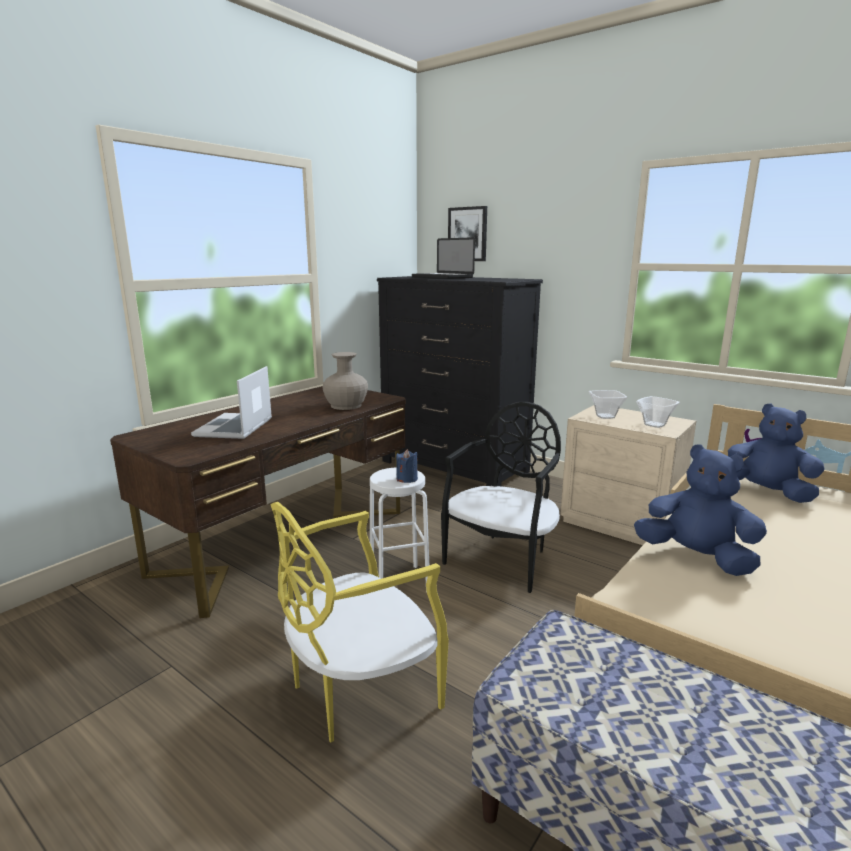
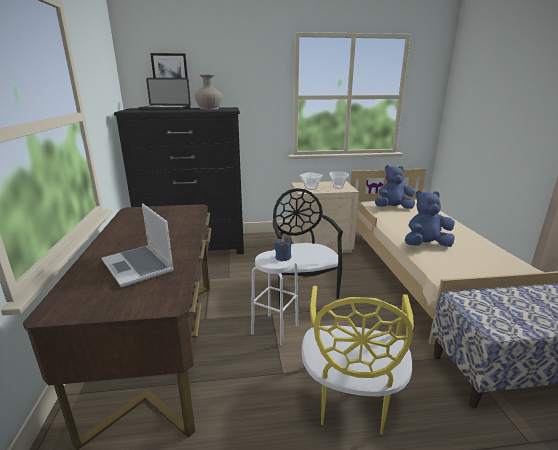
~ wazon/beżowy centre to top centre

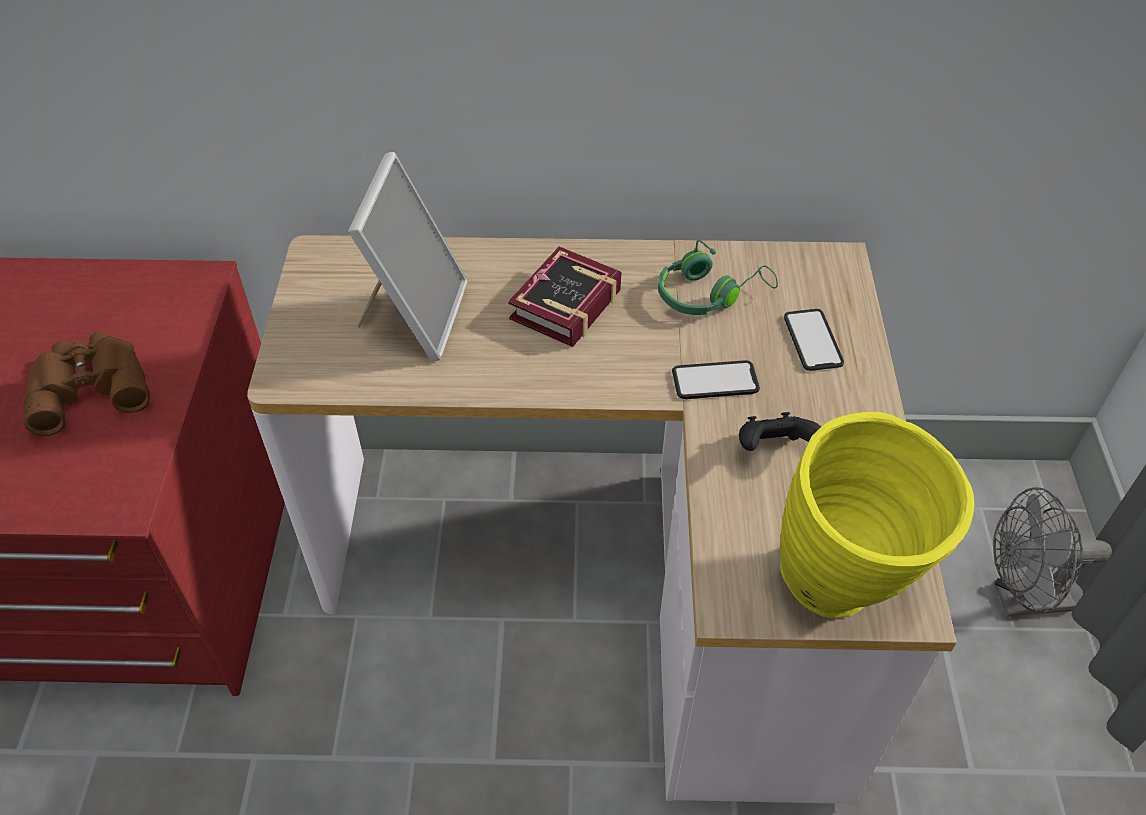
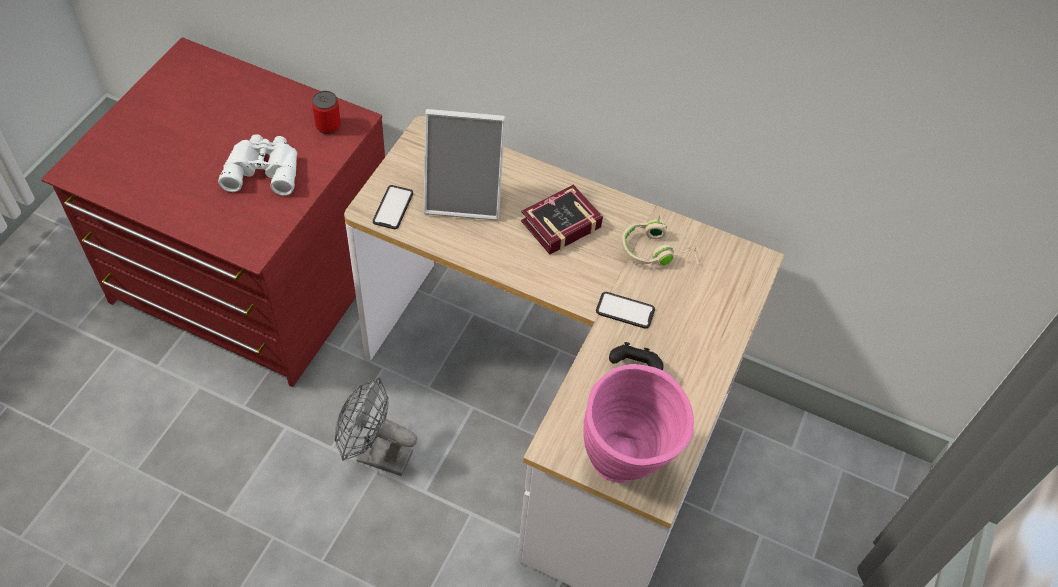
+ puszka top left
~ telefon (2nd from left in the first image) middle right to telefon (1st from left) centre
~ wentylator/szary bottom right to bottom centre
~ lornetka/brązowy middle left to lornetka/biały top left
~ słuchawki/zielony centre to słuchawki/beżowy centre
~ wazon/żółty middle right to wazon/różowy bottom centre
~ ramka na zdjęcie top centre = top centre 60 degrees clockwise

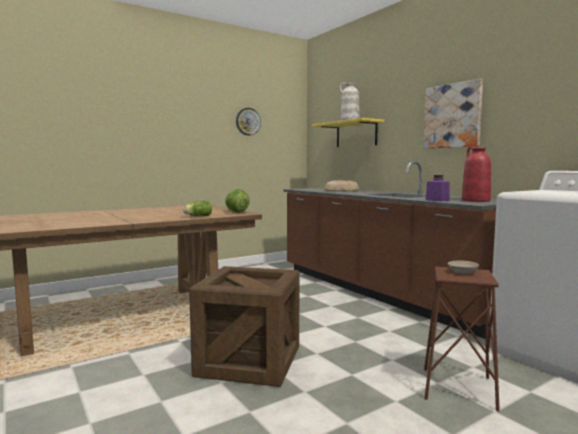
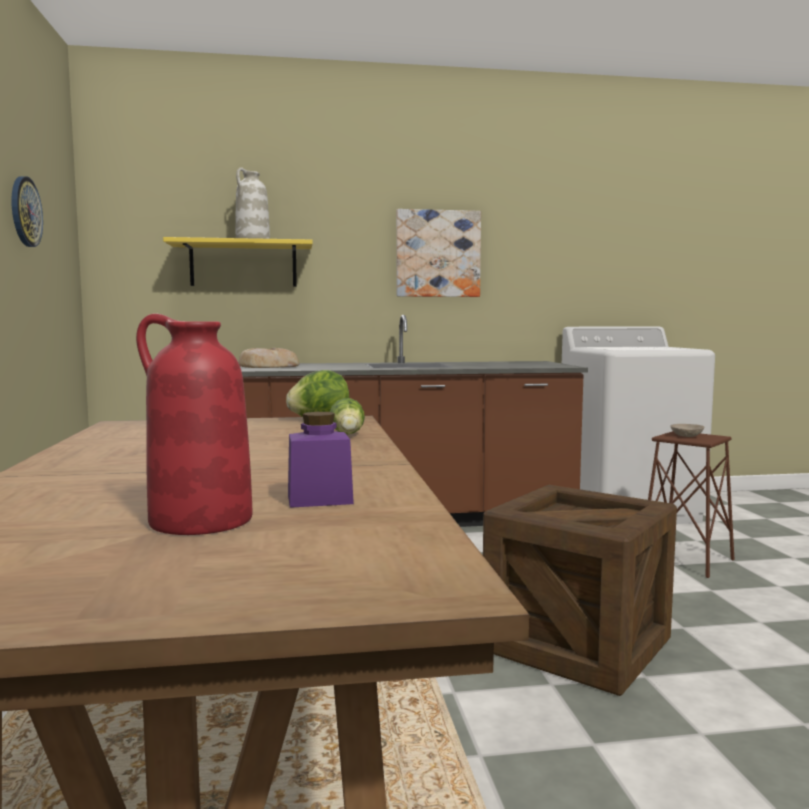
~ słoik/fioletowy middle right to centre
~ wazon/czerwony middle right to middle left

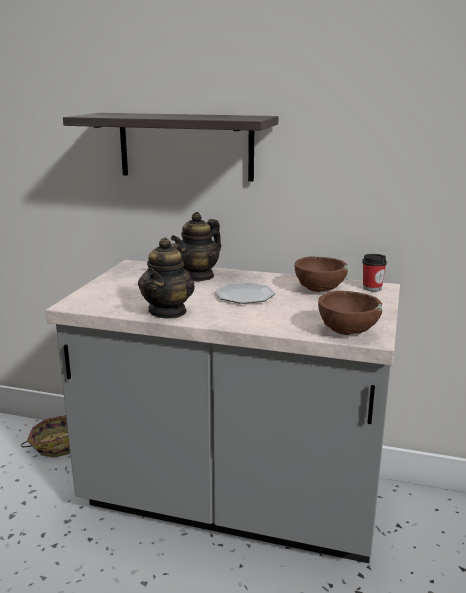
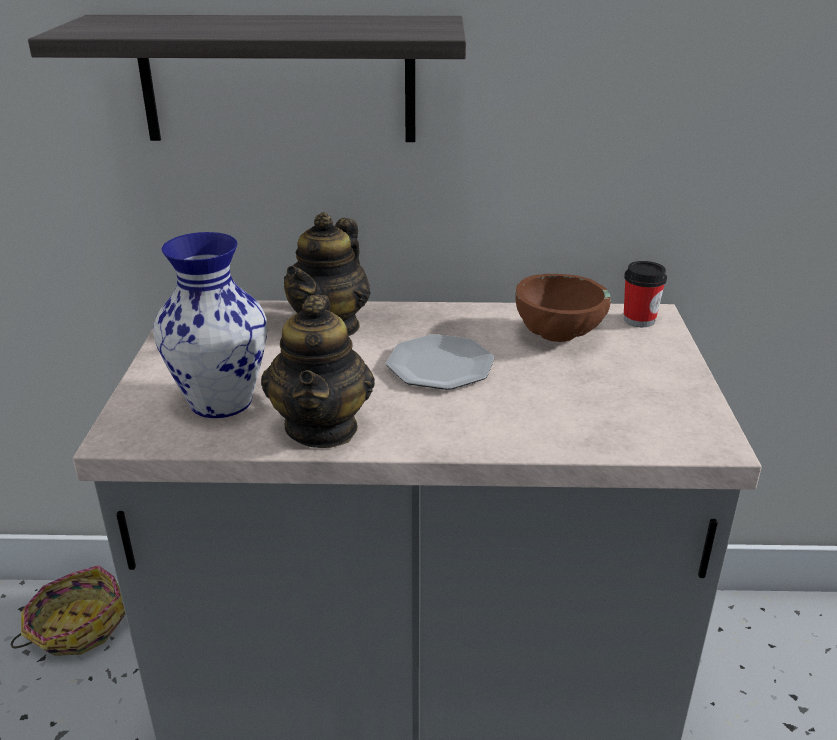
- miska/brązowy (2nd from left) middle right
+ wazon middle left

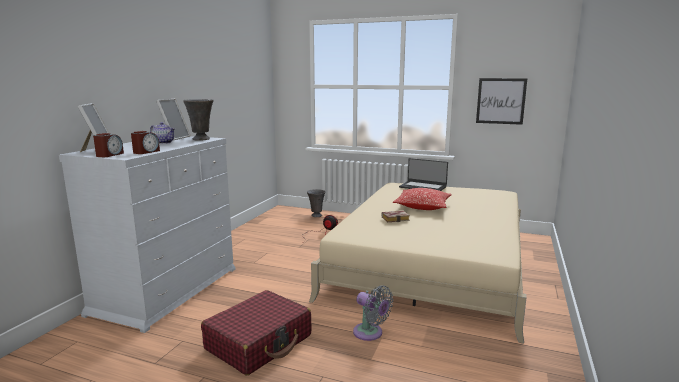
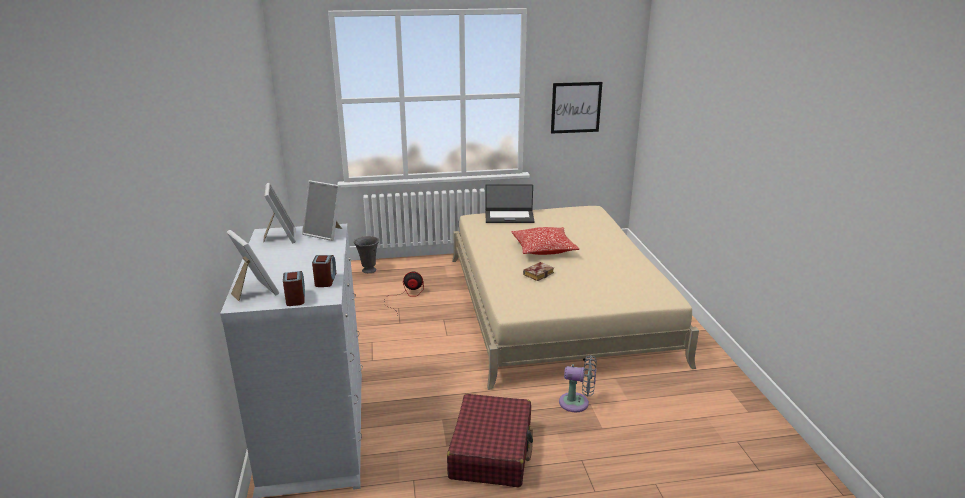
- imbryk middle left
~ wazon/szary (1st from left) top left to ramka na zdjęcie (3rd from left) centre

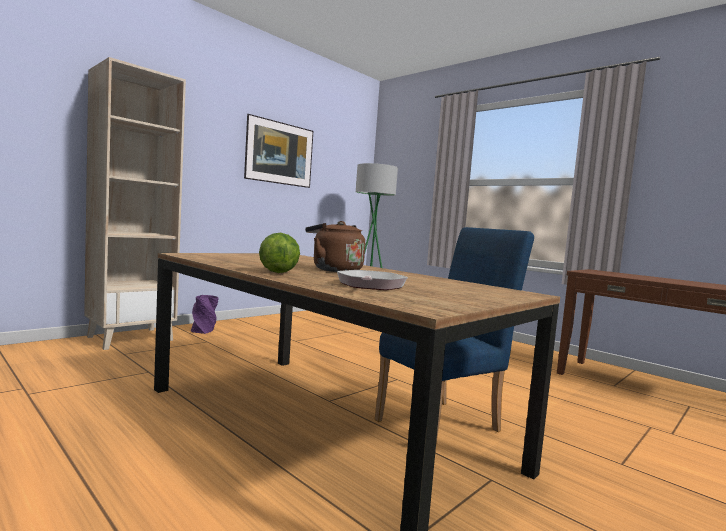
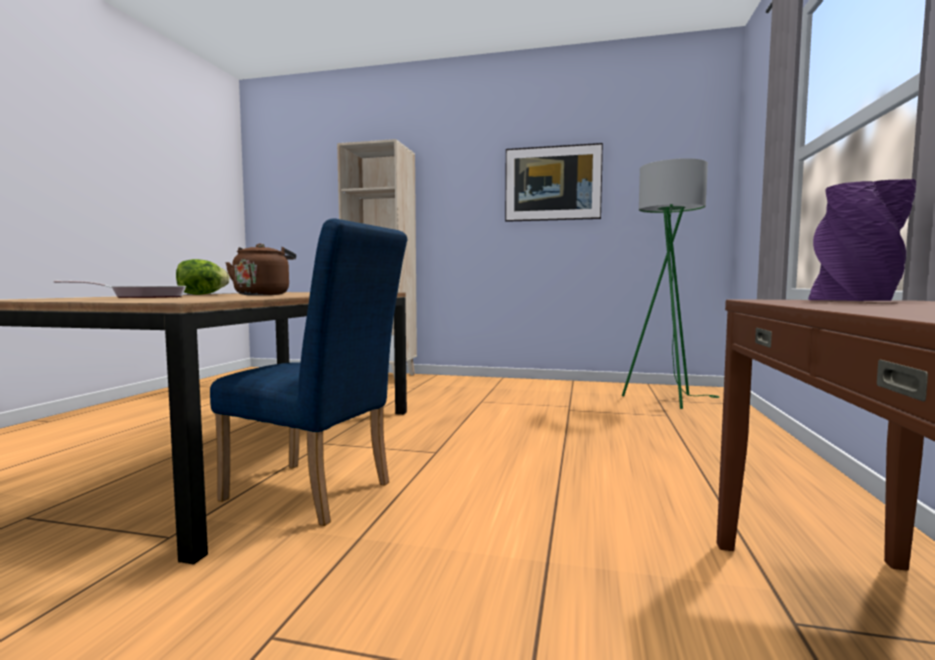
~ wazon/fioletowy middle left to middle right

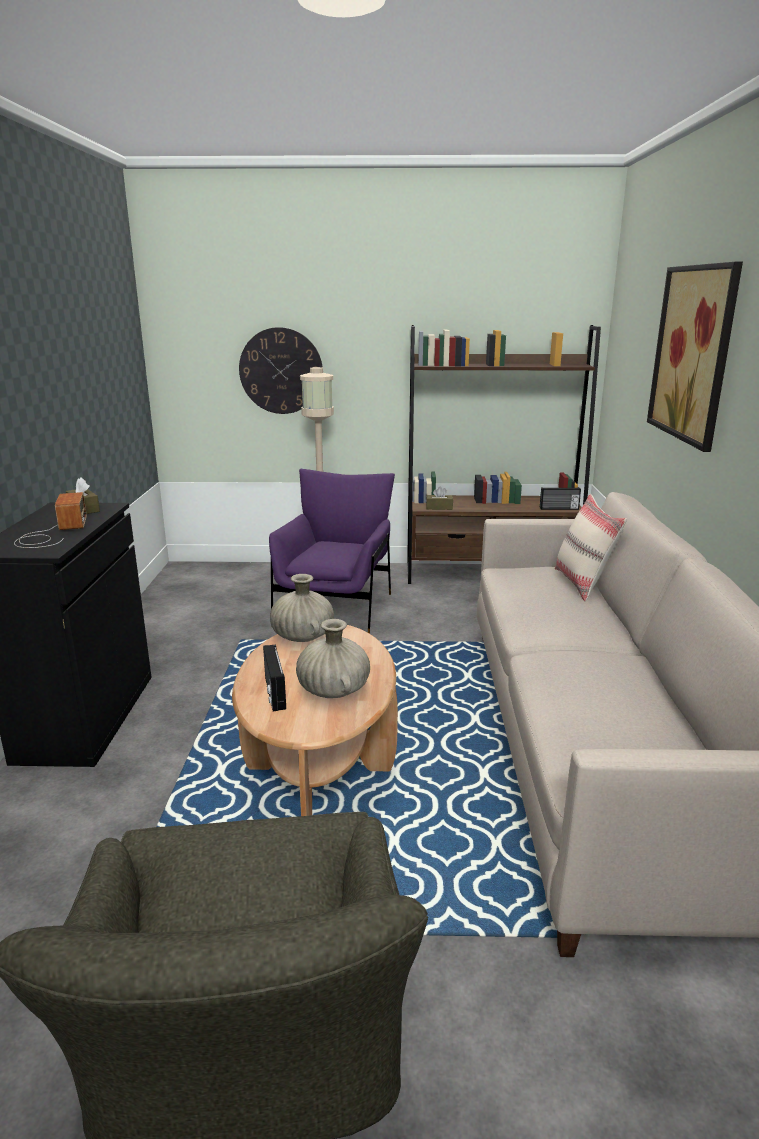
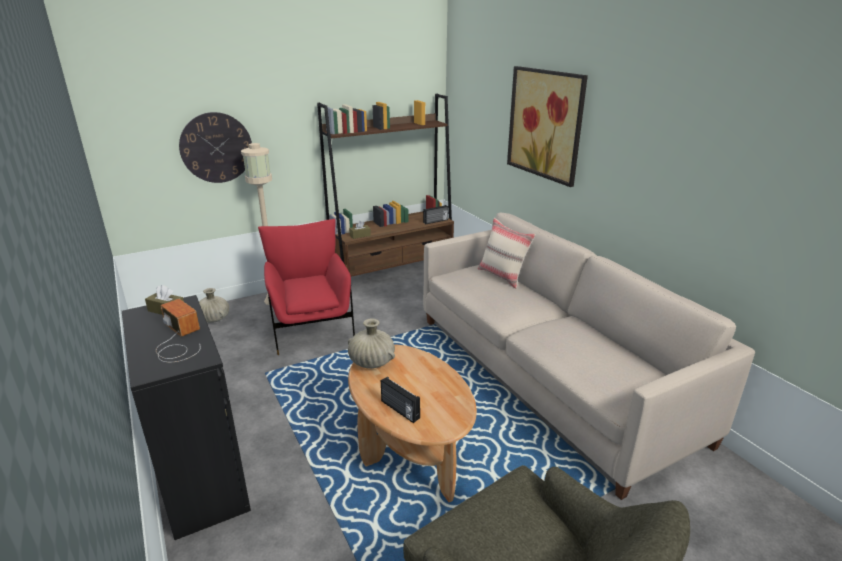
~ wazon/beżowy (2nd from left in the first image) centre to wazon/beżowy (1st from left) middle left
~ fotel/fioletowy centre to fotel/czerwony centre

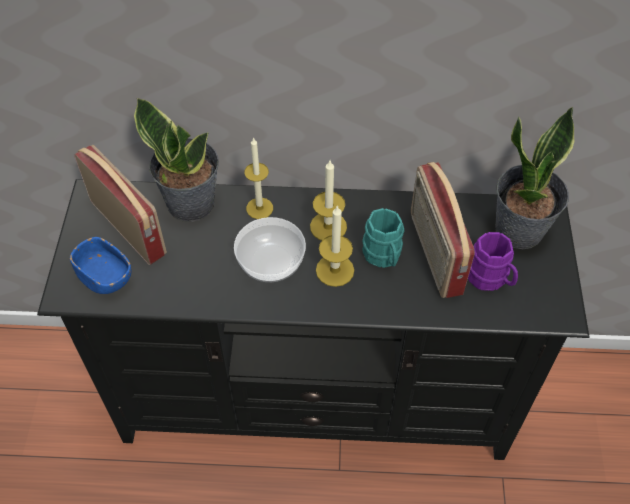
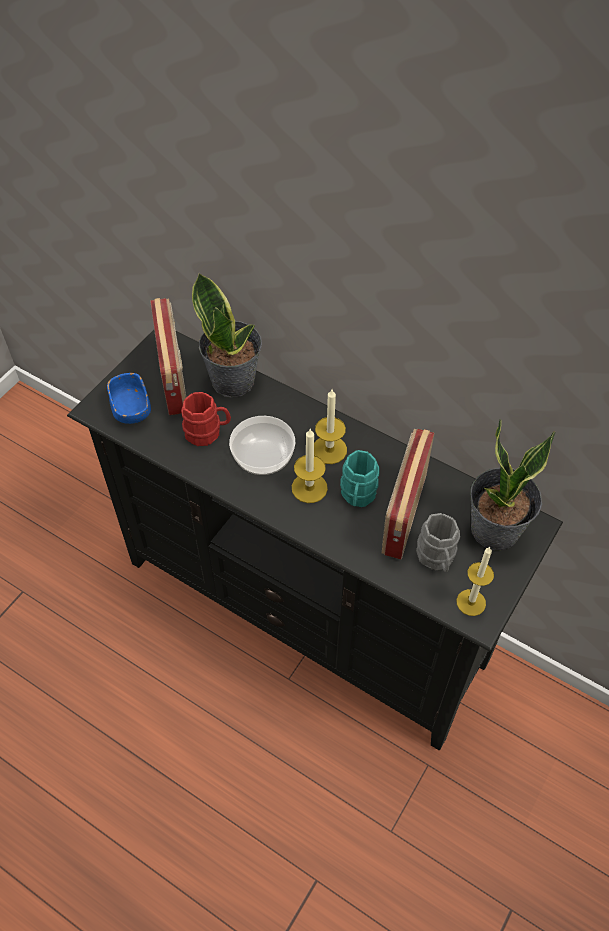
+ kubek/czerwony centre
~ świeca (1st from left in the first image) centre to świeca (3rd from left) middle right
~ kubek/fioletowy middle right to kubek/szary middle right

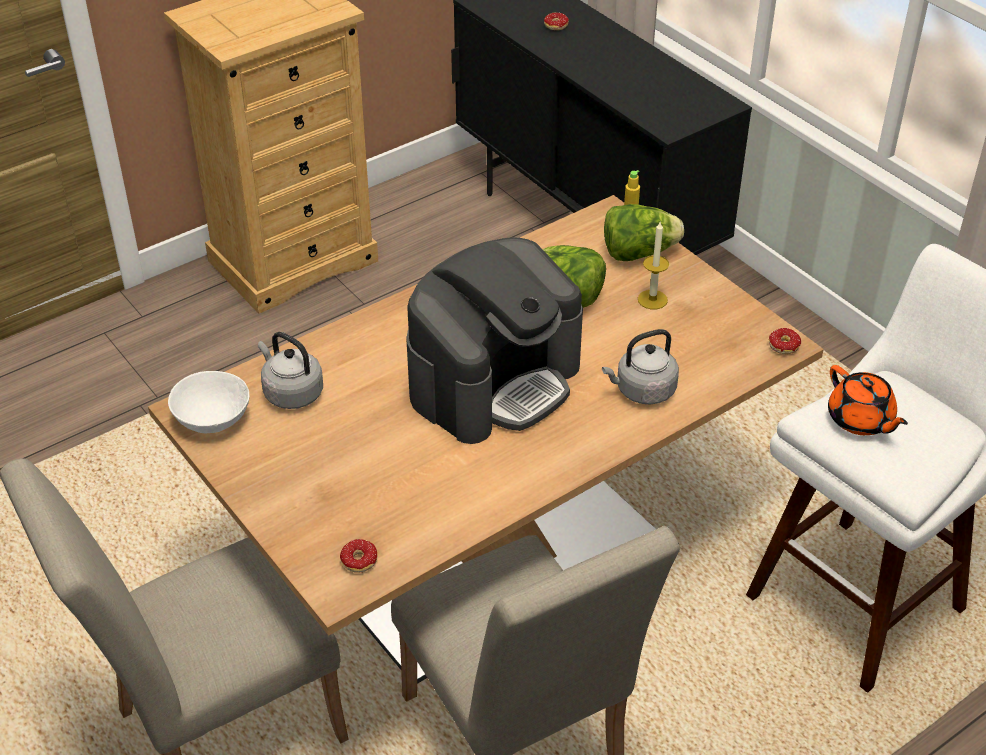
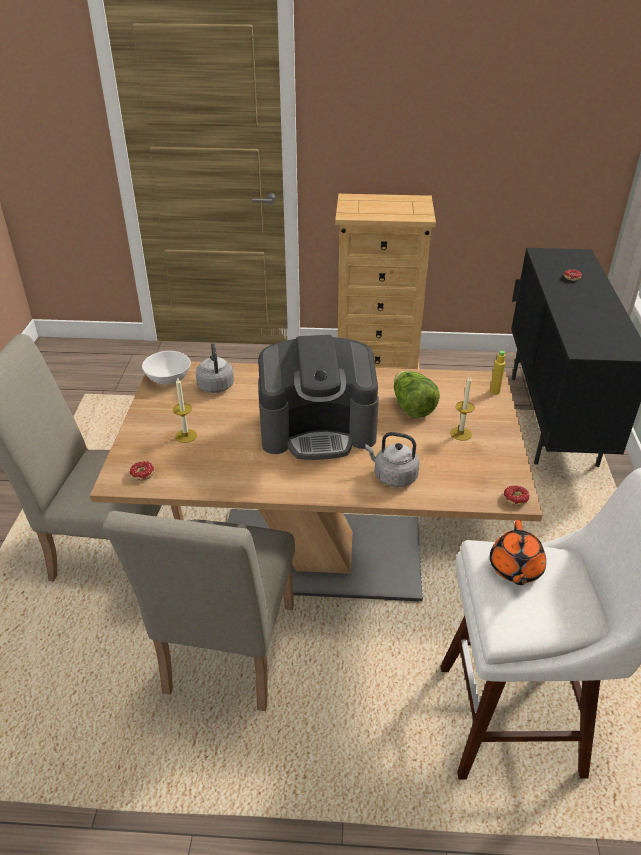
- sałata (2nd from left) top centre
+ świeca (1st from left) middle left

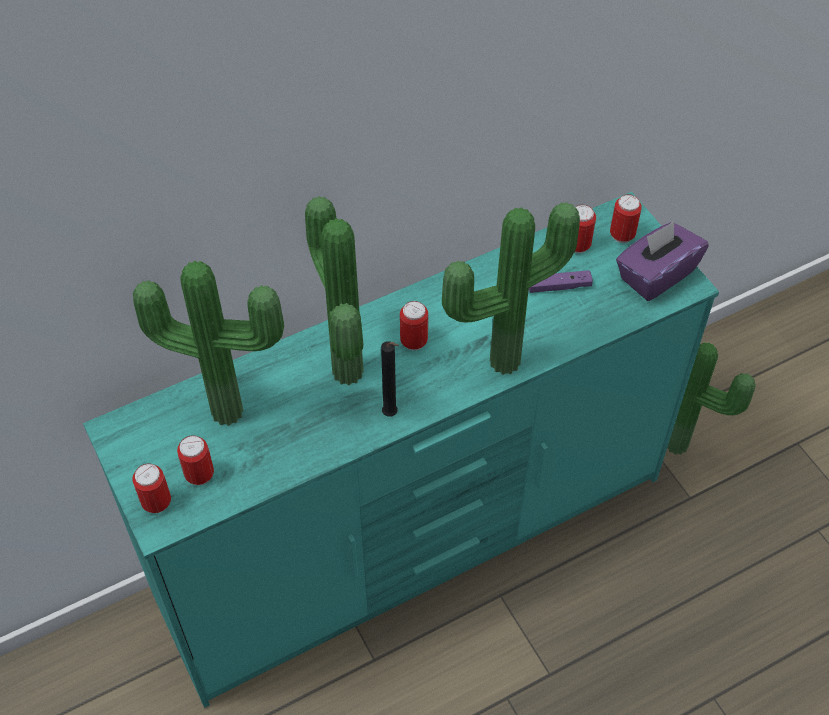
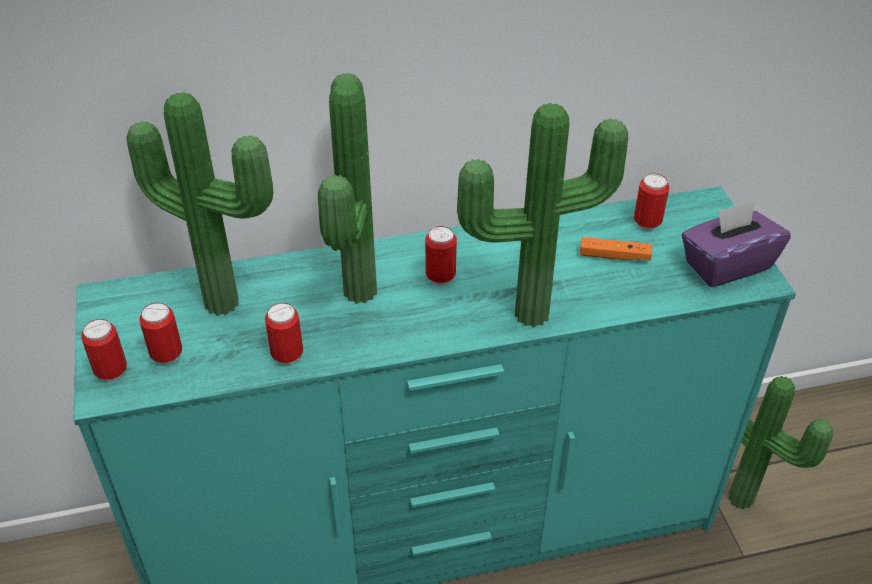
- świeca/czarny centre
~ puszka (5th from left in the first image) top right to puszka (3rd from left) middle left
~ pad do gier/fioletowy middle right to pad do gier/pomarańczowy middle right

